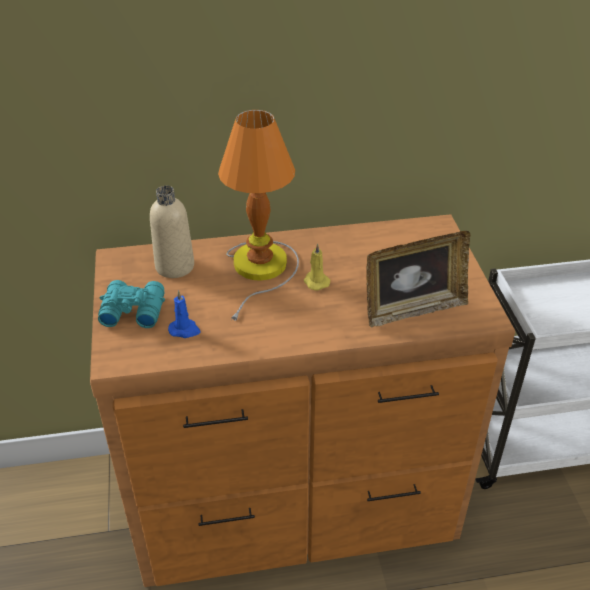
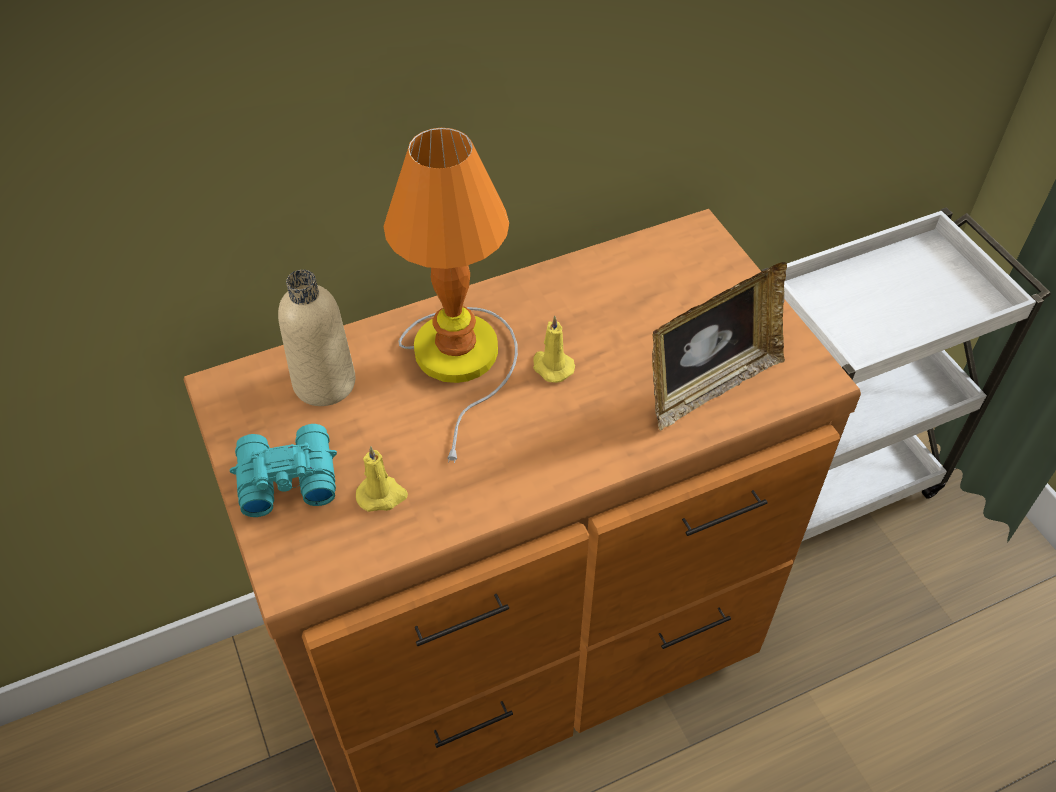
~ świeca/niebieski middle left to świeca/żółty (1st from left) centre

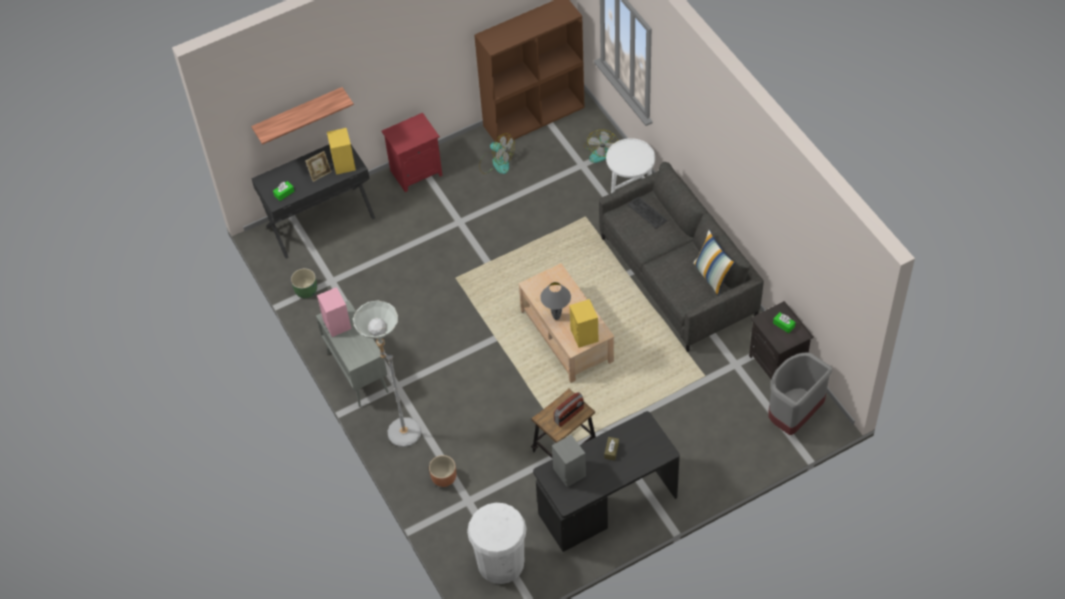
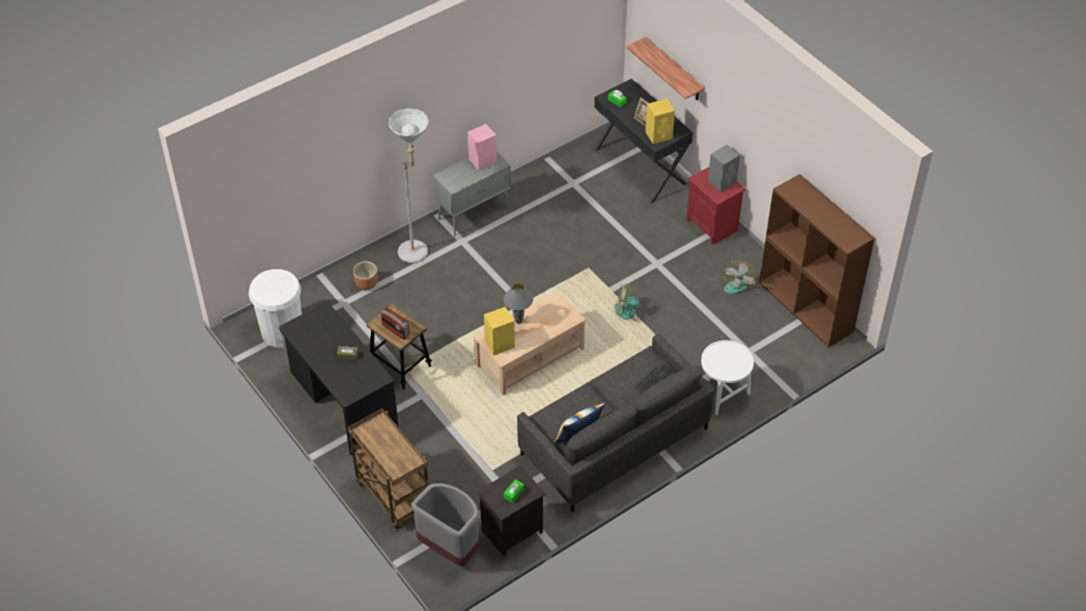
- donica/zielony middle left
+ wózek/brązowy bottom centre
~ głośnik/szary bottom centre to top right
~ wentylator (2nd from left in the first image) top centre to wentylator (1st from left) centre

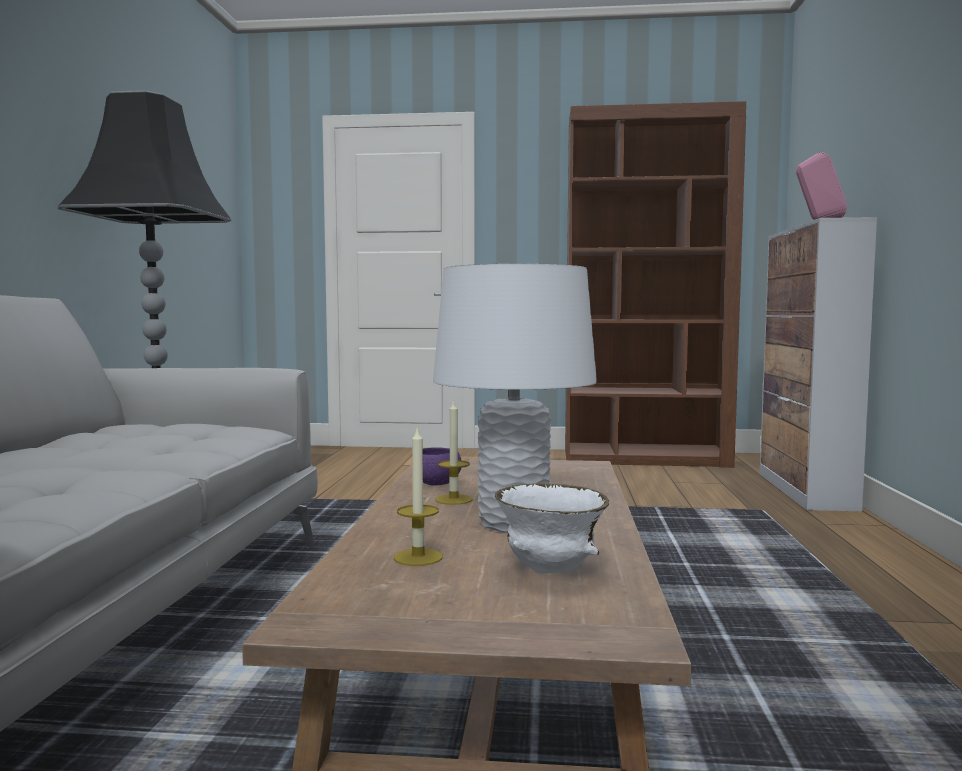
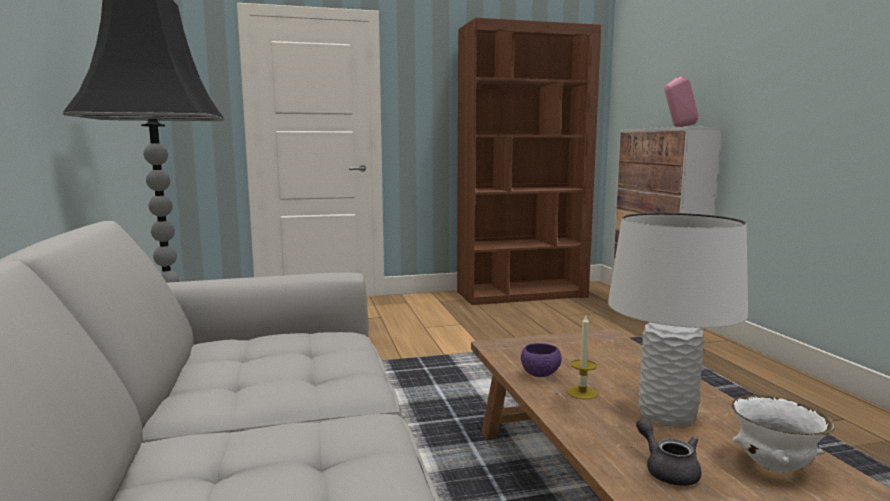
~ świeca (1st from left) centre to imbryk/szary bottom right

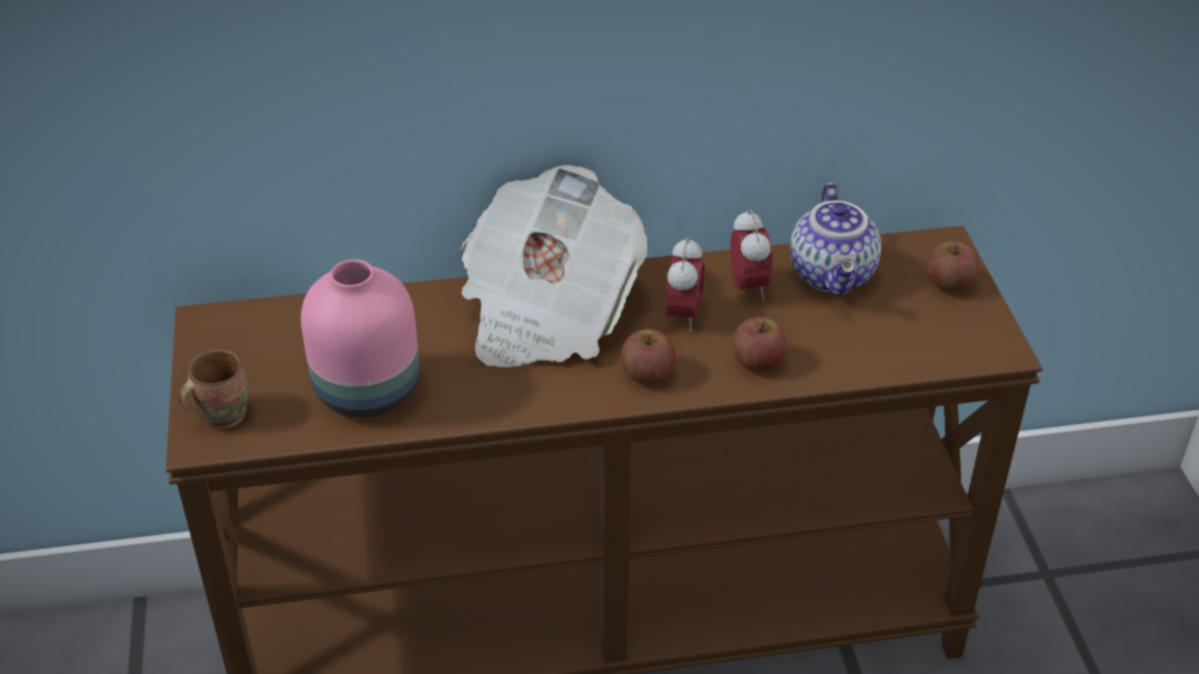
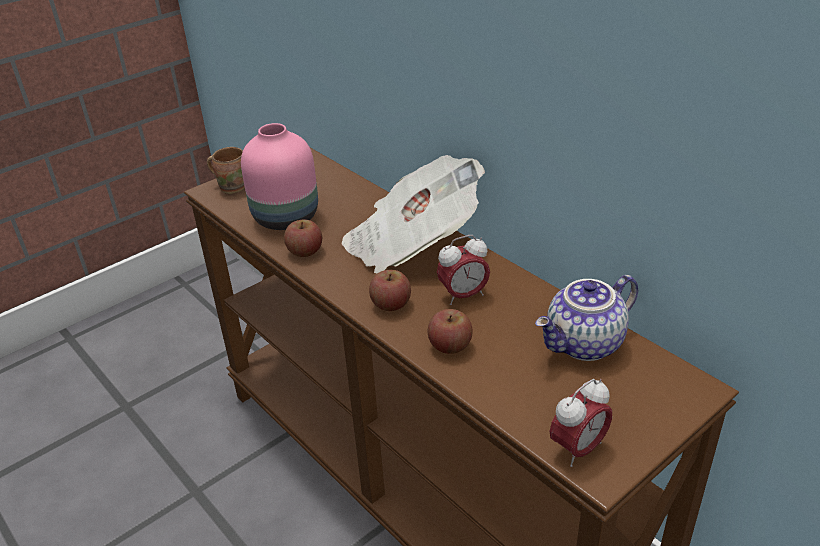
~ budzik (2nd from left) centre to bottom right
~ jabłko (3rd from left in the first image) middle right to jabłko (1st from left) centre

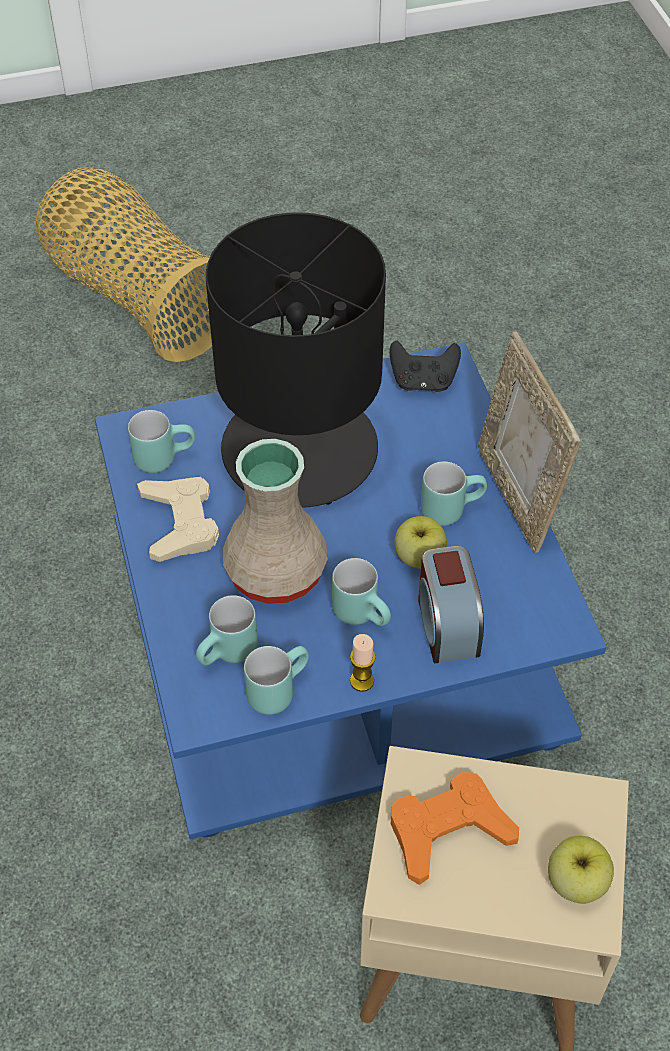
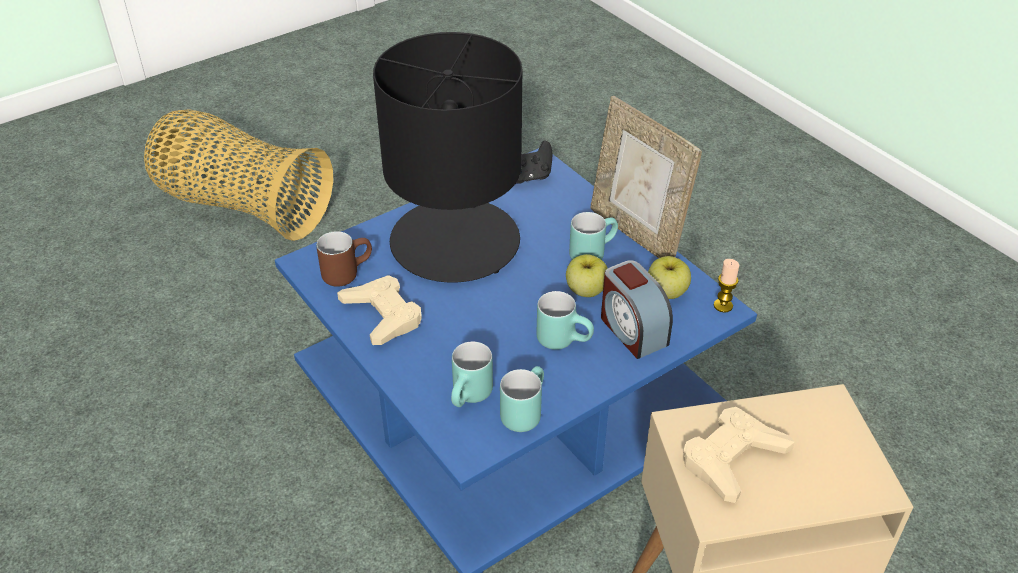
- wazon/beżowy centre
~ świeca centre to middle right
~ jabłko (2nd from left) bottom right to centre
~ kubek/turkusowy (1st from left) middle left to kubek/brązowy centre
~ pad do gier/pomarańczowy bottom right to pad do gier/beżowy (2nd from left) bottom right

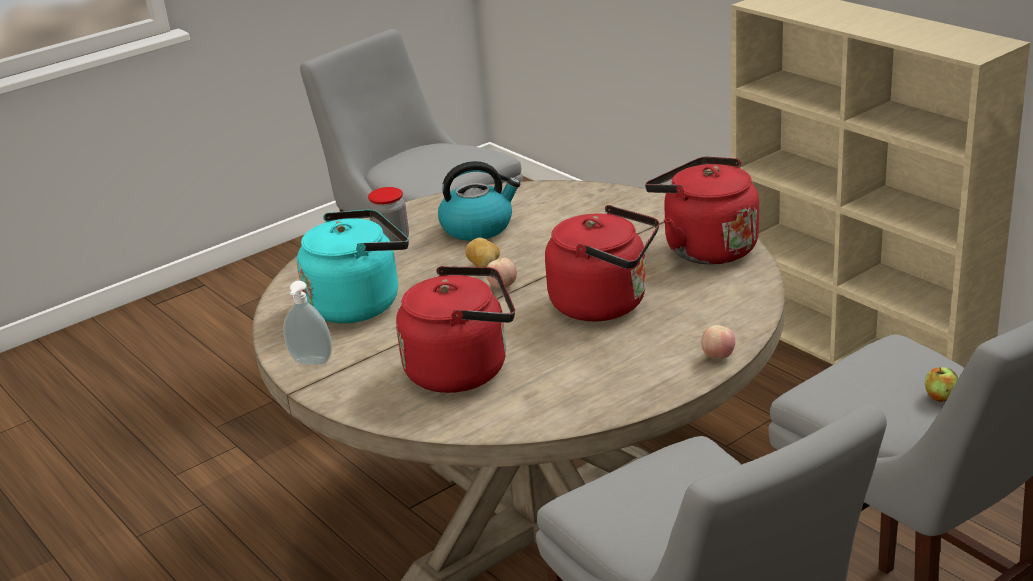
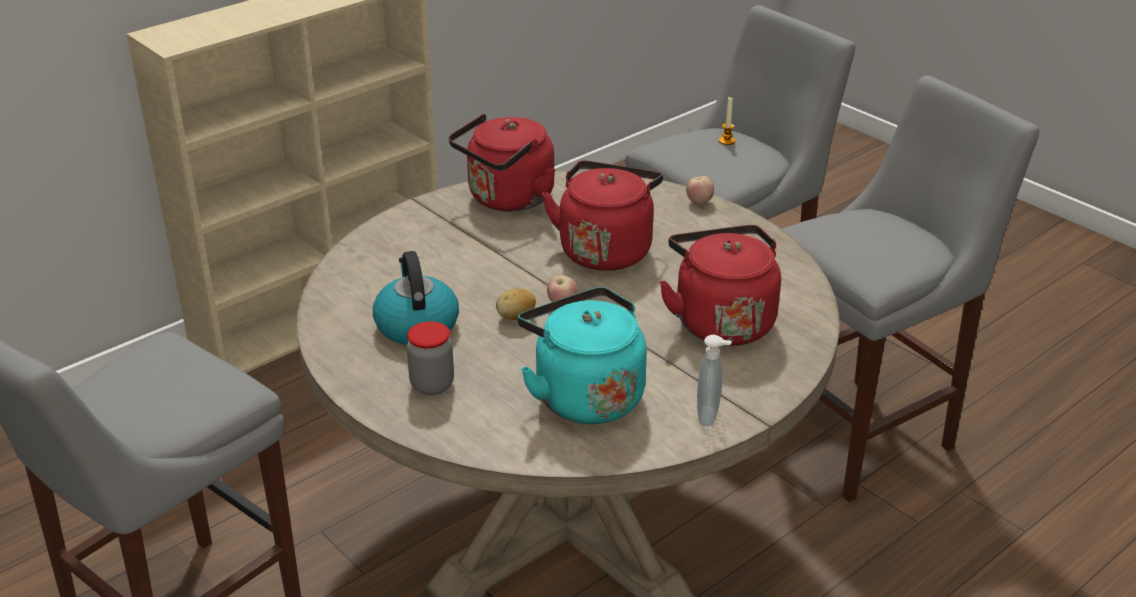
~ jabłko (3rd from left) middle right to świeca top centre

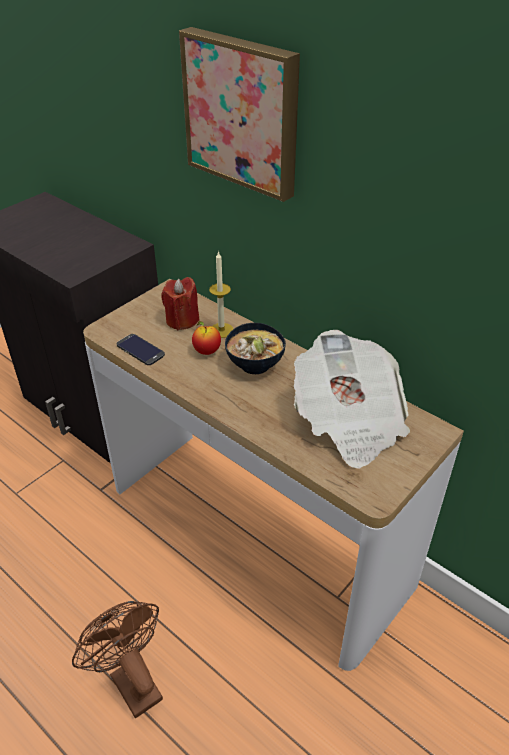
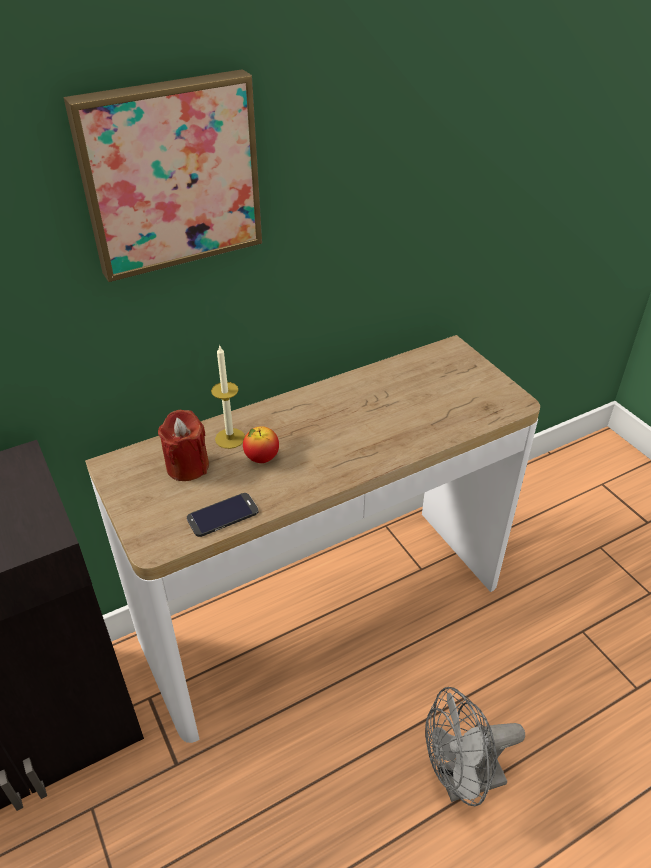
- miska centre
- gazeta middle right
~ wentylator/brązowy bottom left to wentylator/szary bottom right

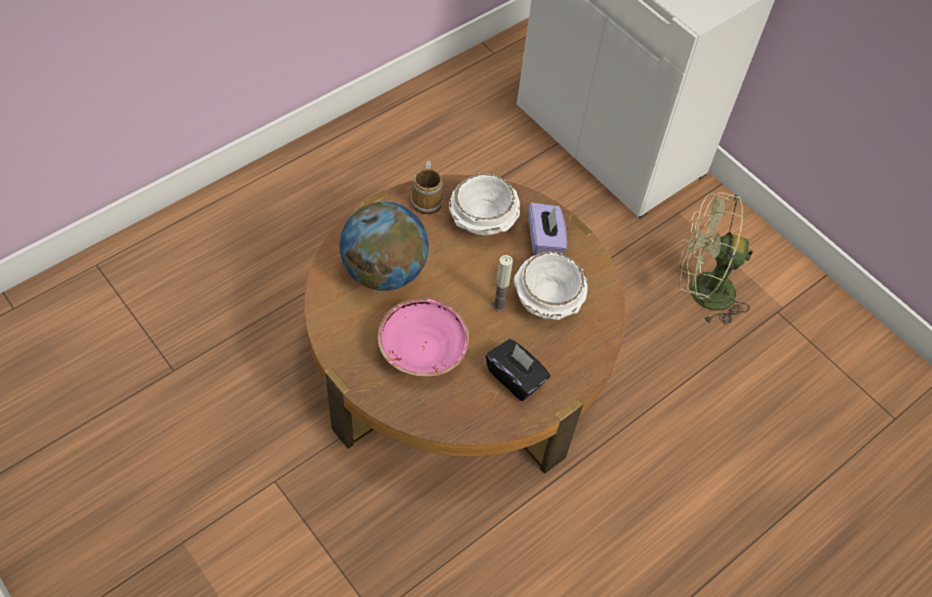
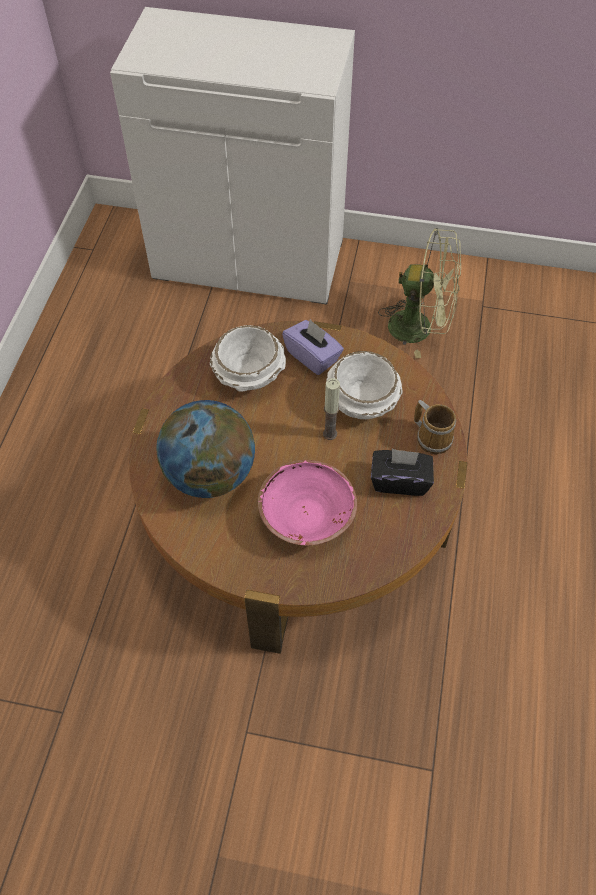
~ kubek top centre to middle right
~ wentylator/zielony middle right = top right 135 degrees counterclockwise

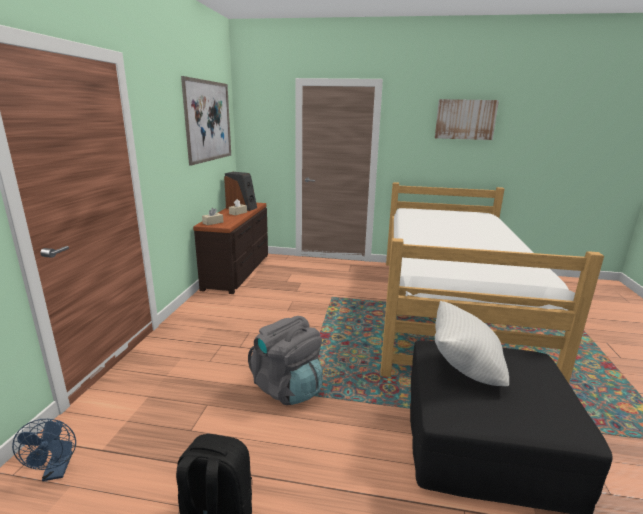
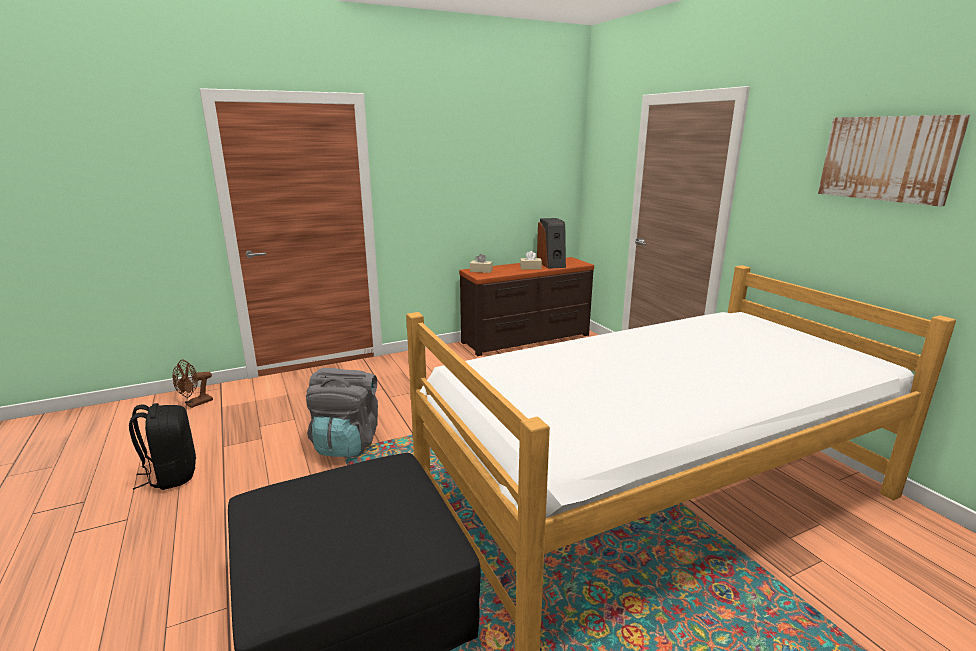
- obraz (1st from left) top left
- poduszka/biały bottom right
~ wentylator/niebieski bottom left to wentylator/brązowy middle left

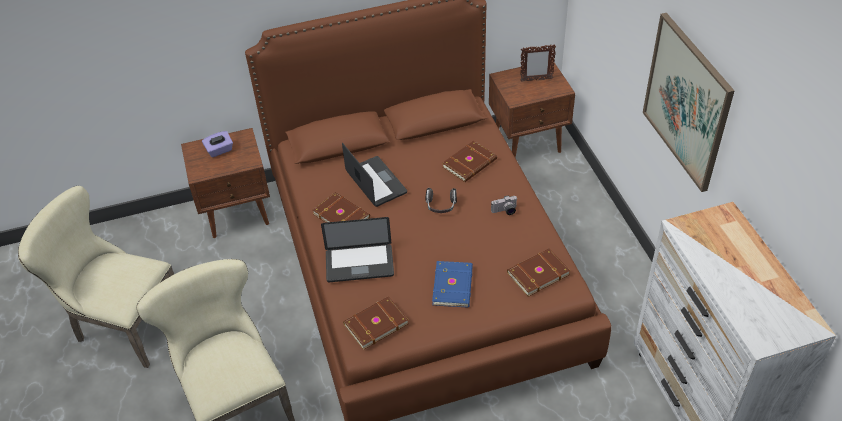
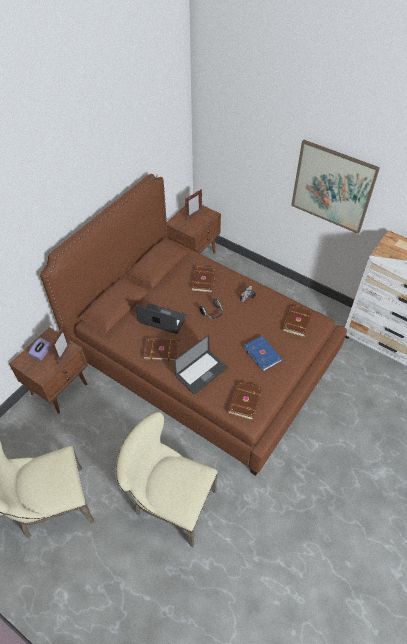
+ ramka na zdjęcie (1st from left) middle left

